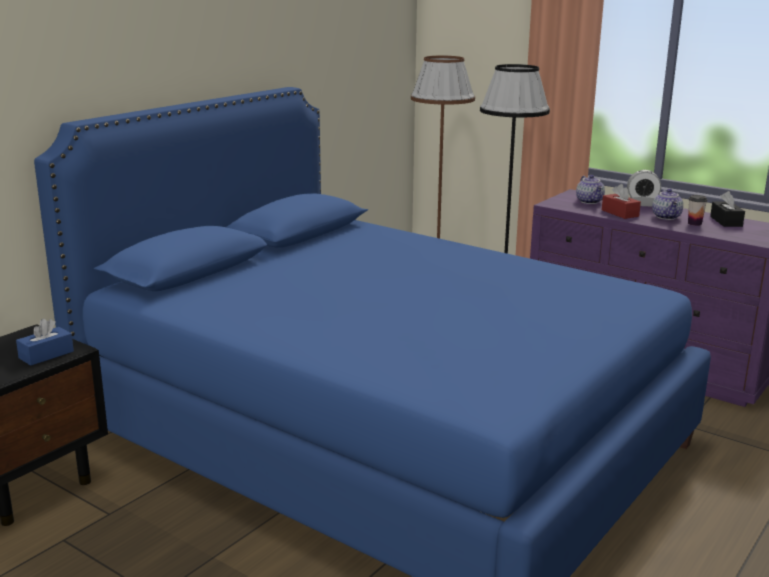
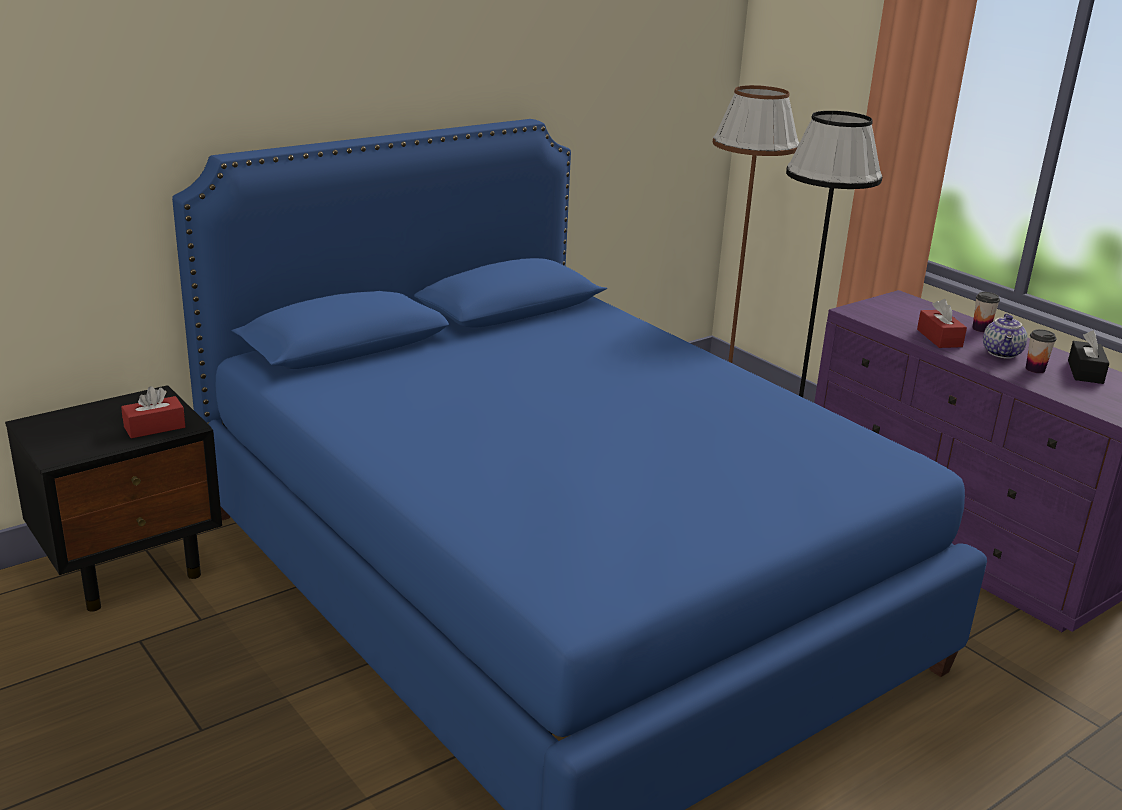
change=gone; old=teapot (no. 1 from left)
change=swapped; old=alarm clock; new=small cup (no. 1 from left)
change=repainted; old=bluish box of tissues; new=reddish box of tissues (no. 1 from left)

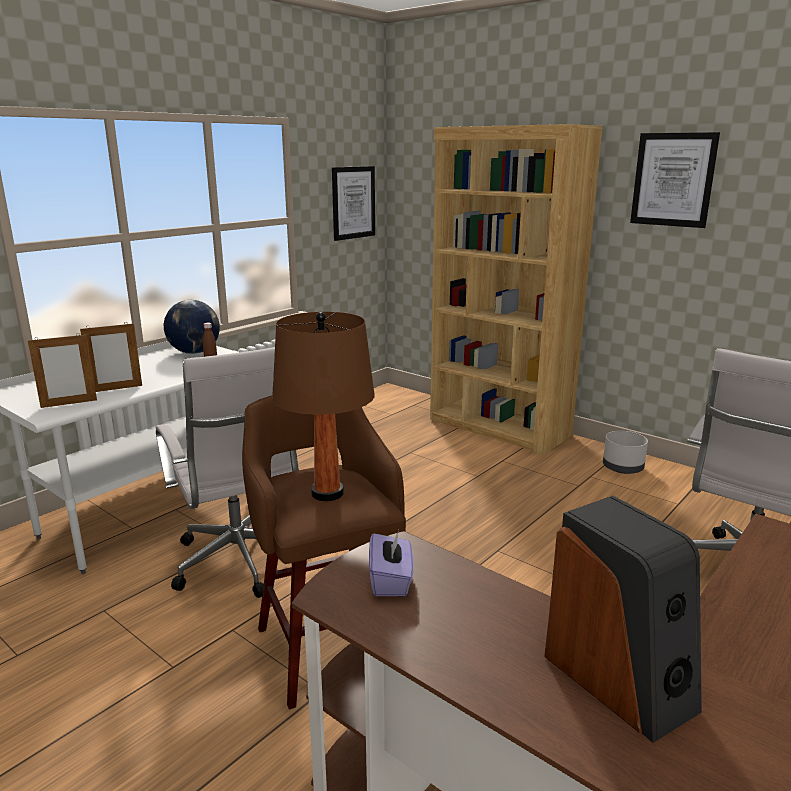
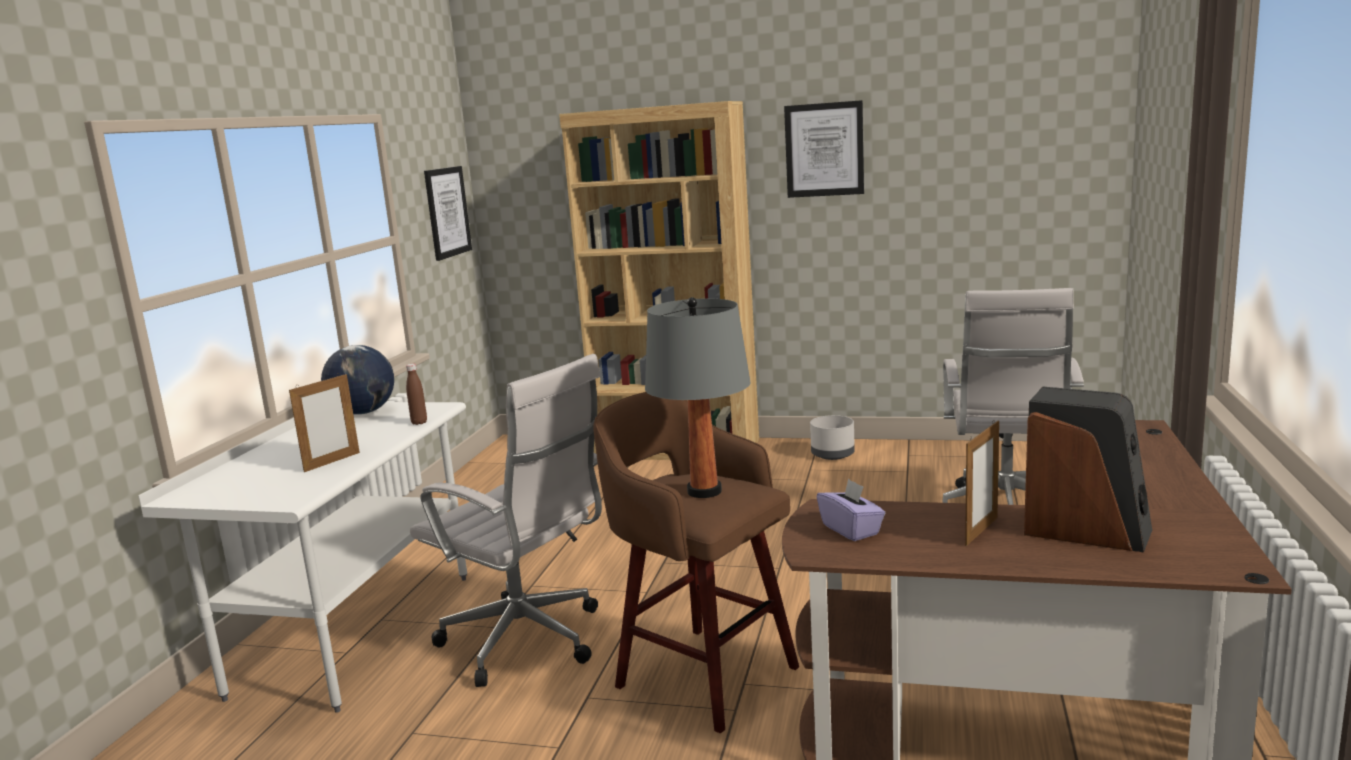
change=shifted; old=photo frame (no. 1 from left in the first image); new=photo frame (no. 2 from left)
change=repainted; old=brownish tabletop lamp; new=gray tabletop lamp

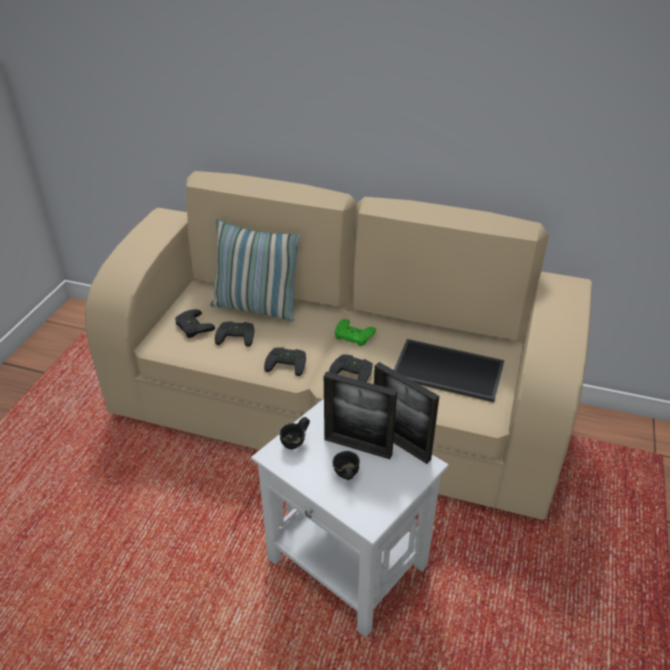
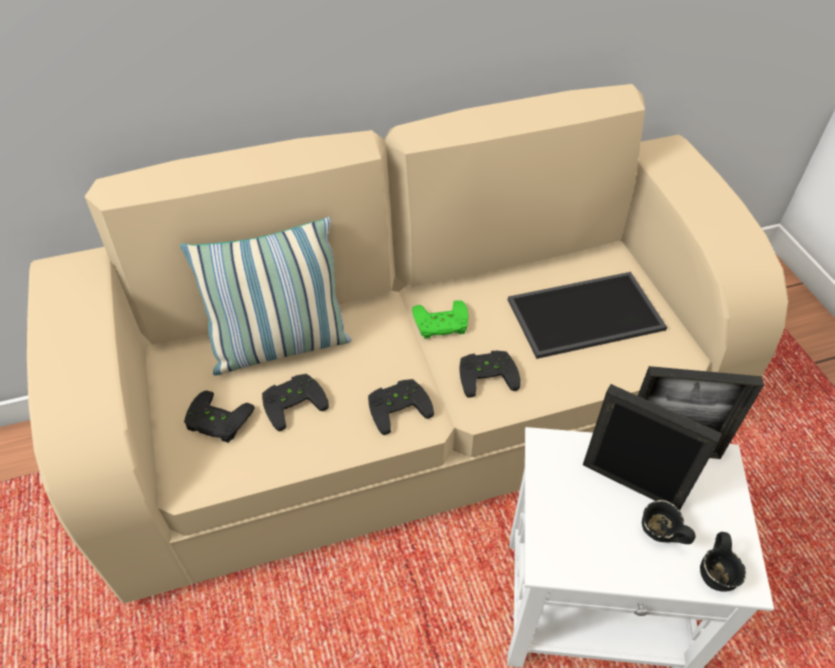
change=shifted; old=black-coloured mug (no. 1 from left in the first image); new=black-coloured mug (no. 2 from left)
change=rotated; old=photo frame (no. 1 from left); degrees=-135

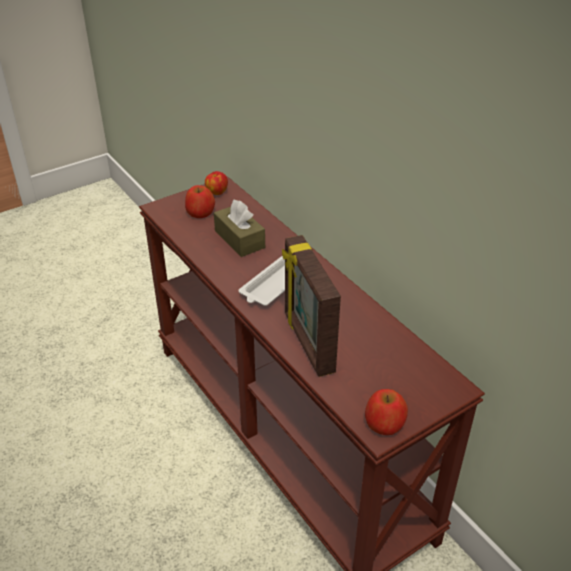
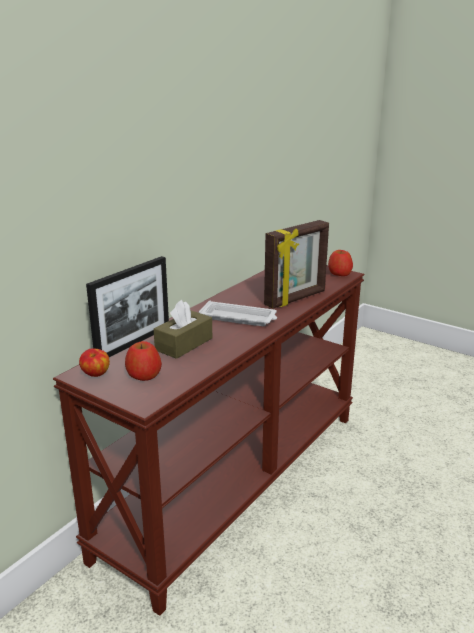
change=new; new=photo frame (no. 1 from left)

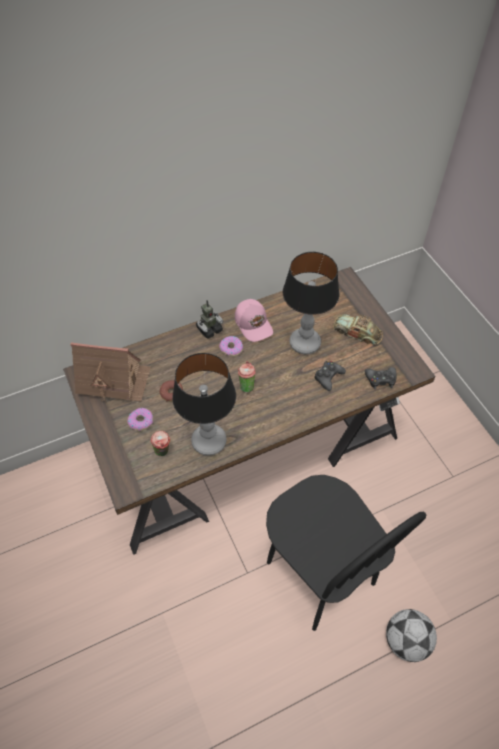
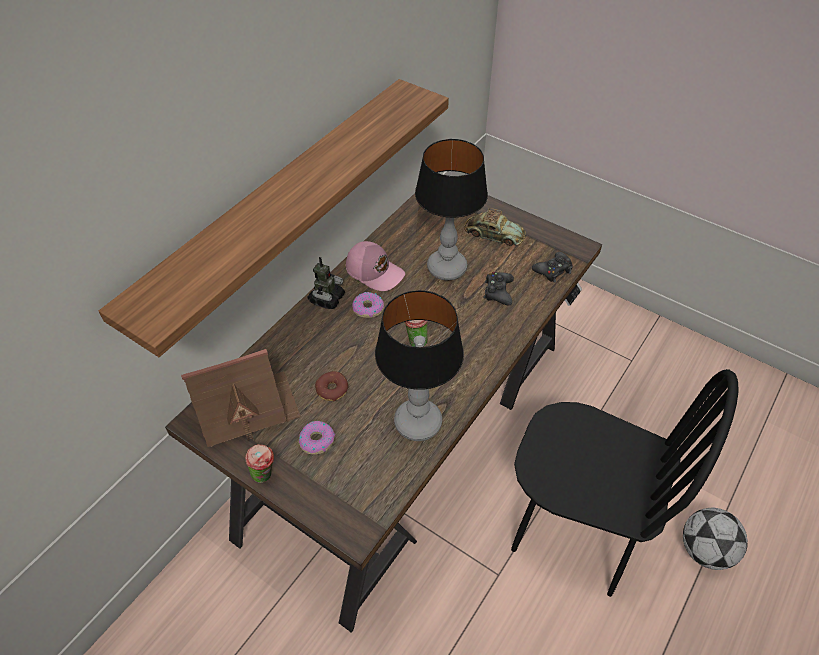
change=new; new=shelf
change=shifted; old=small cup (no. 1 from left)
change=rotated; old=toy car; degrees=-150

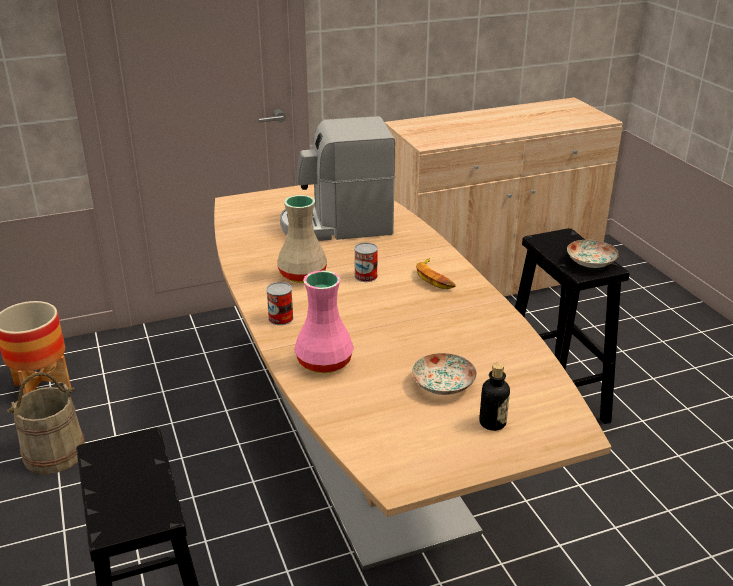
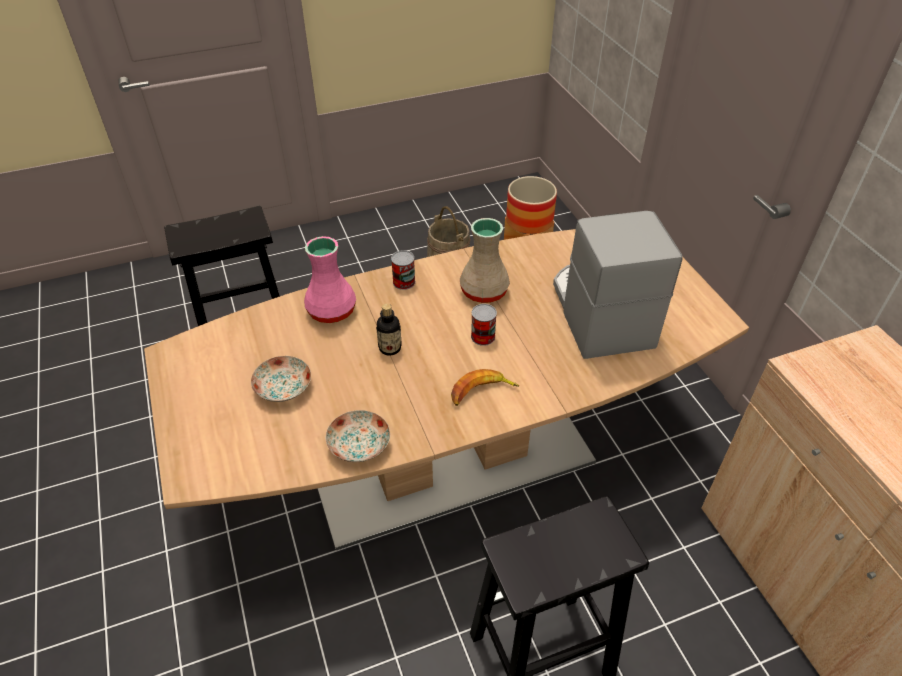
change=shifted; old=drink bottle
change=shifted; old=flat dish (no. 2 from left)

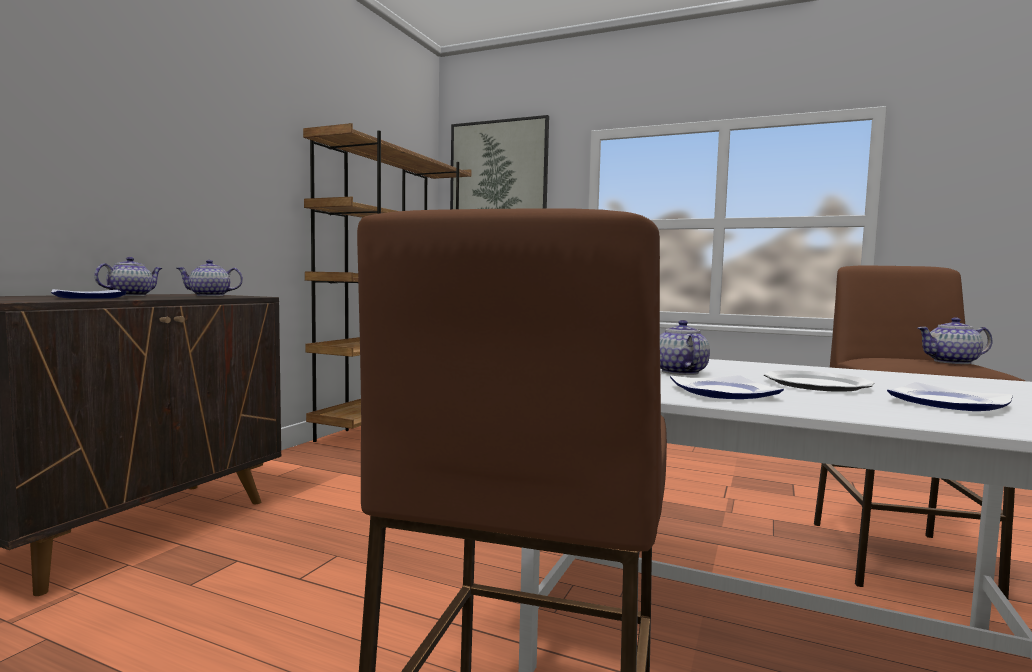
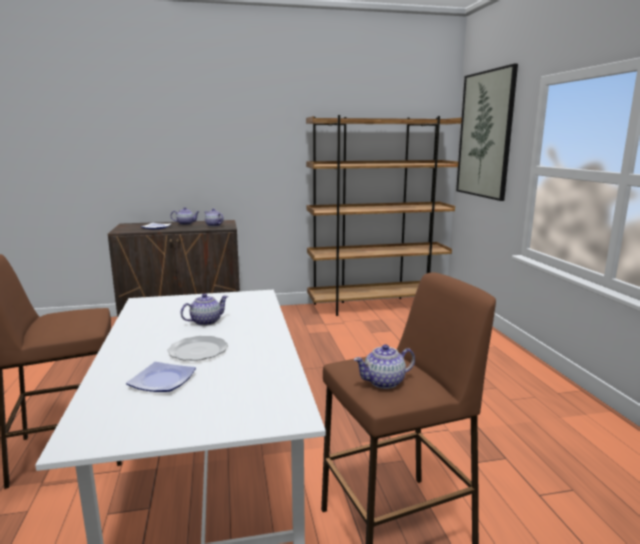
change=gone; old=flat dish (no. 2 from left)
change=rotated; old=teapot (no. 4 from left); degrees=-75

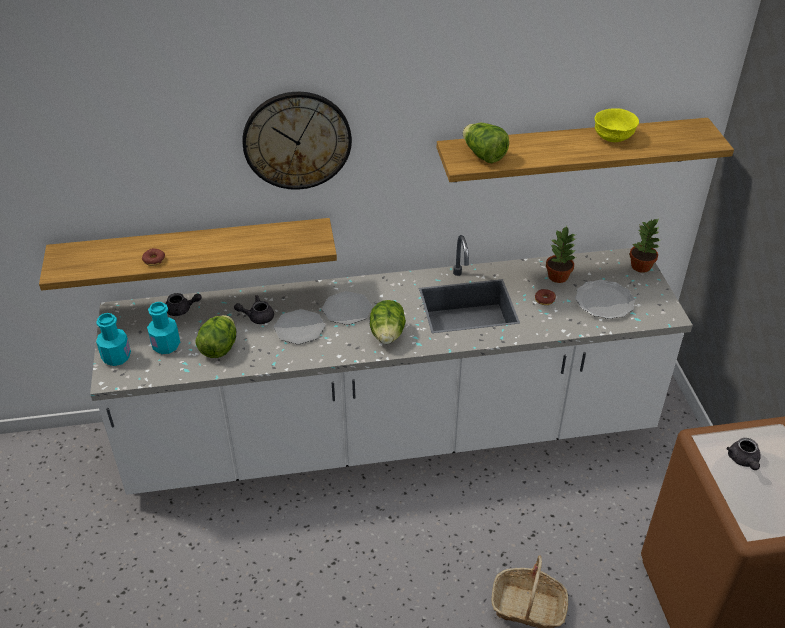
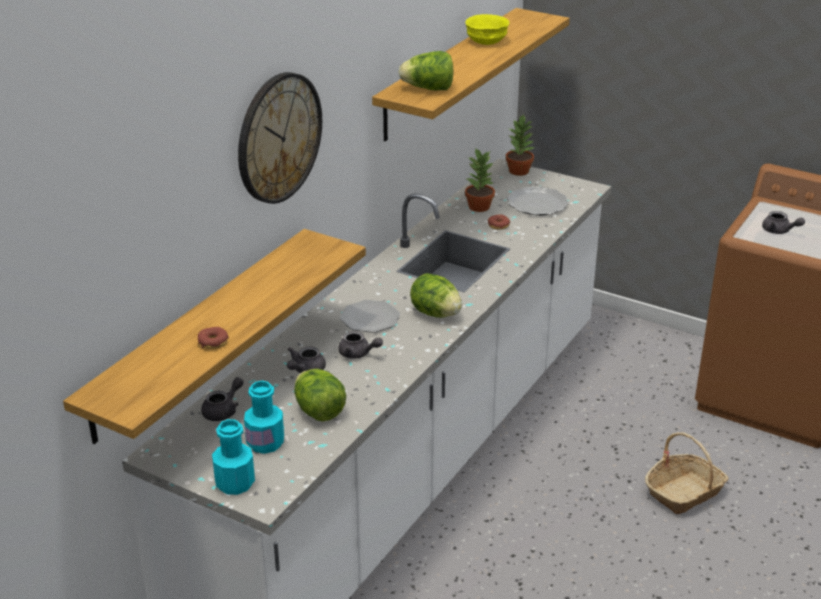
change=swapped; old=flat dish (no. 1 from left); new=gray teapot (no. 3 from left)

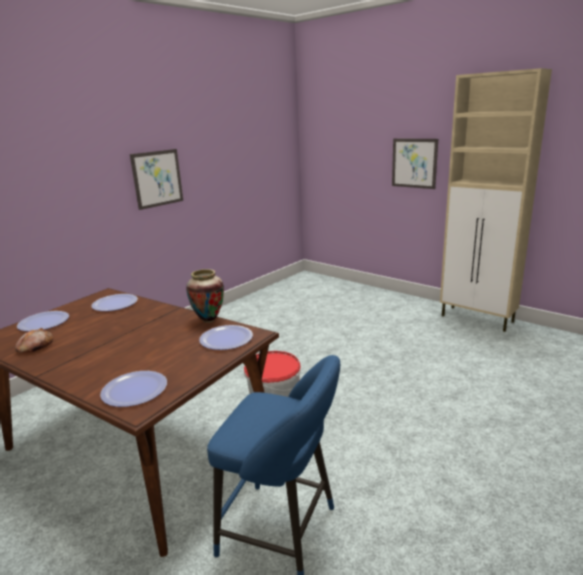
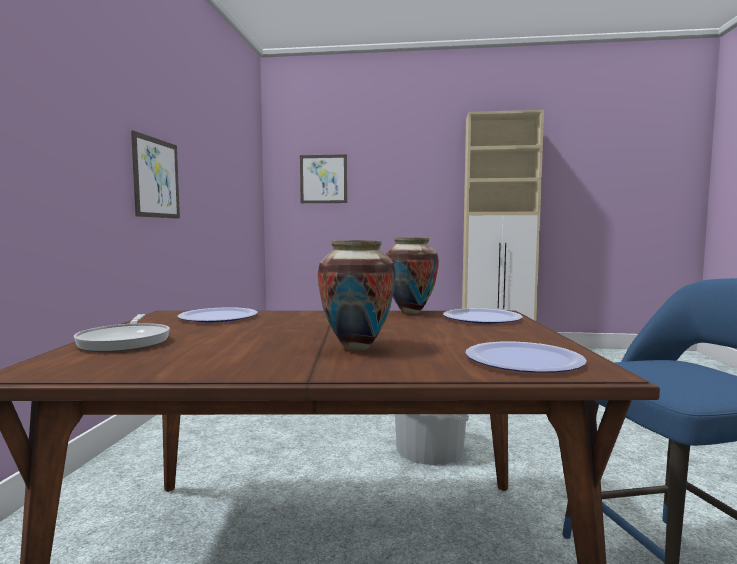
change=gone; old=bread
change=new; new=vase (no. 1 from left)
change=shifted; old=wall art (no. 2 from left)
change=swapped; old=flat dish (no. 1 from left); new=skillet

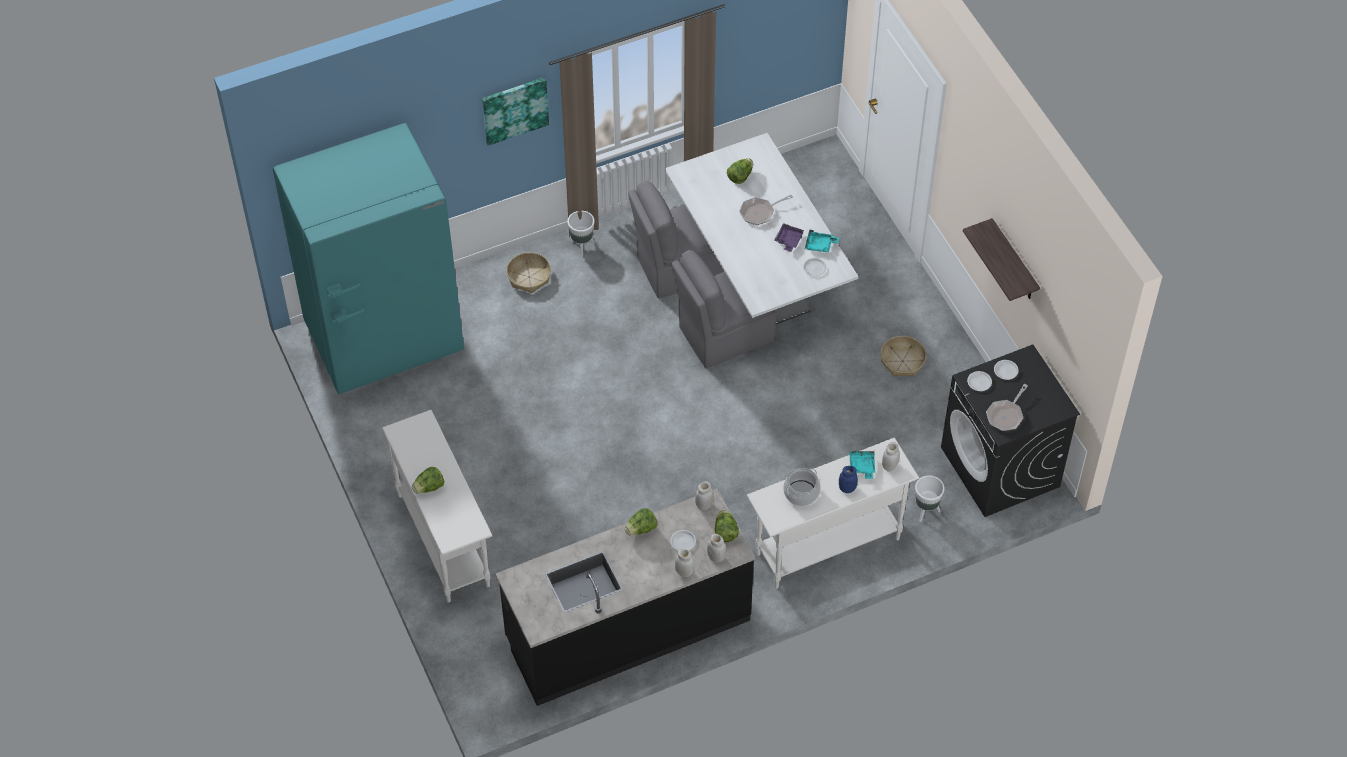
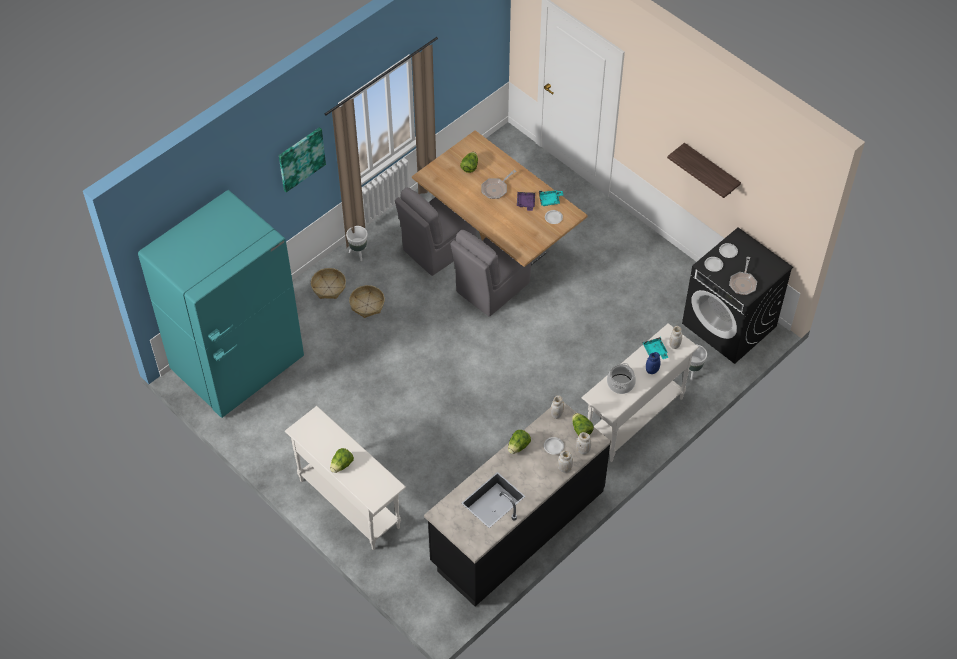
change=shifted; old=basket (no. 2 from left)
change=repainted; old=white-coloured dining table; new=brownish dining table

